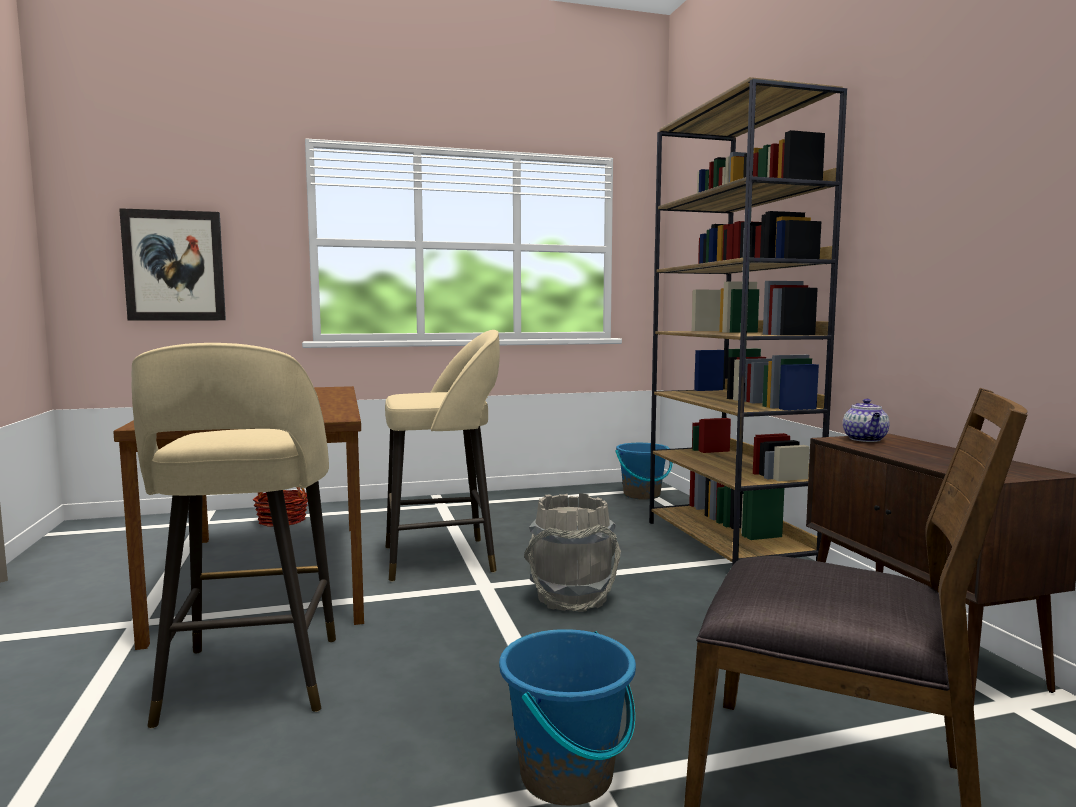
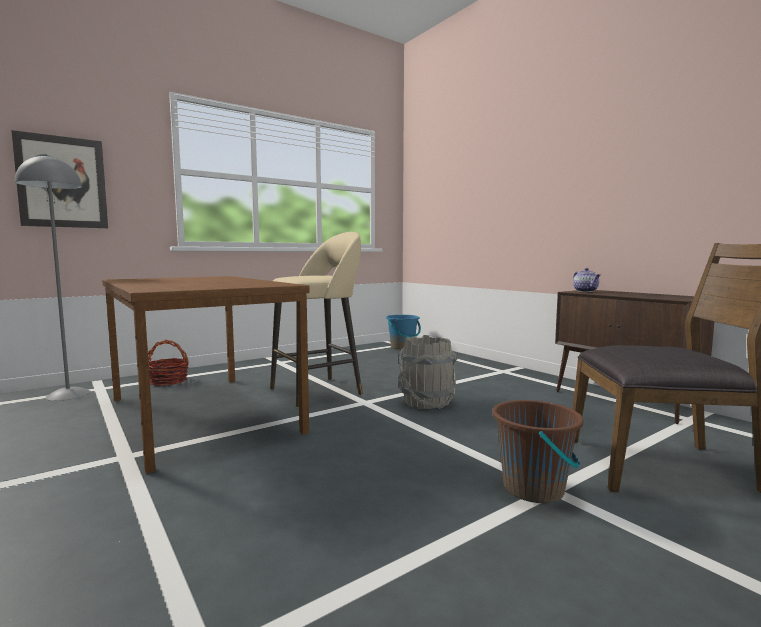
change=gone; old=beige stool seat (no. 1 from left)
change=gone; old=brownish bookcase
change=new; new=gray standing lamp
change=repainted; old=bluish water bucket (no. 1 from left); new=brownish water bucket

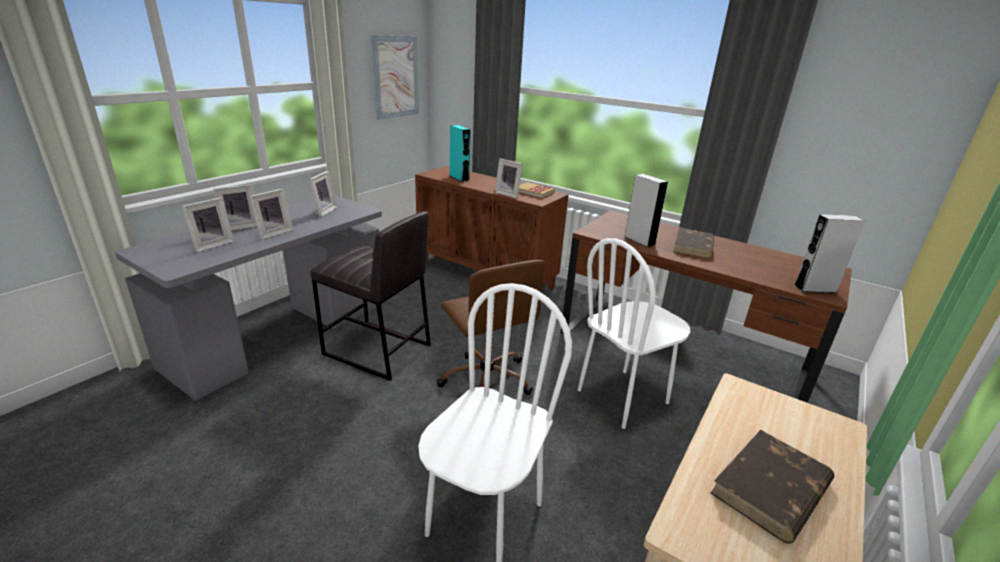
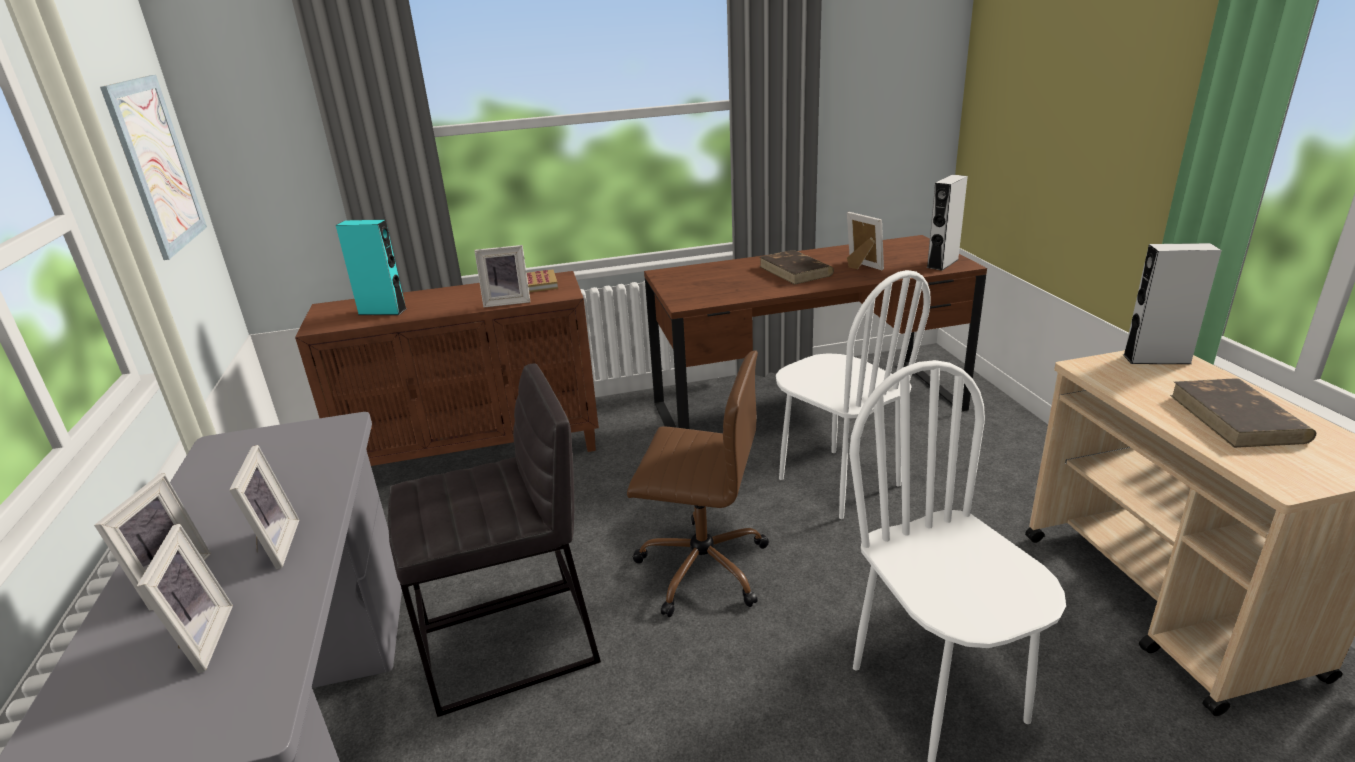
change=shifted; old=photo frame (no. 4 from left in the first image); new=photo frame (no. 5 from left)
change=shifted; old=gray audio speaker (no. 1 from left in the first image); new=gray audio speaker (no. 2 from left)
change=rotated; old=white-coloured chair (no. 2 from left in the first image); degrees=-45

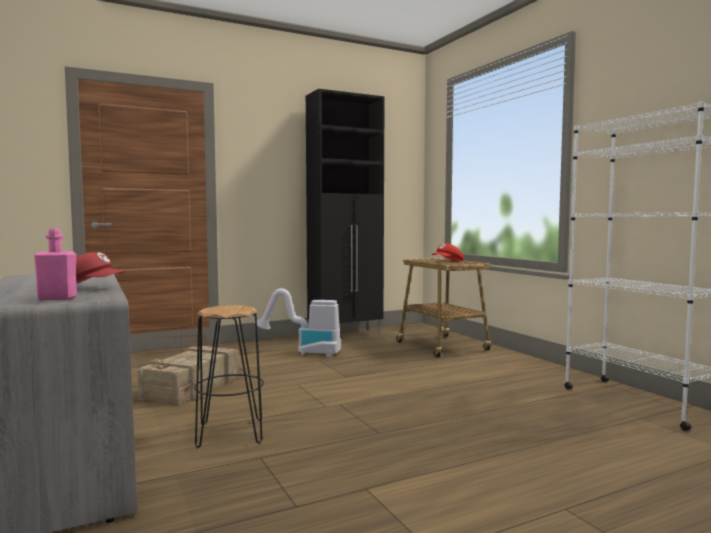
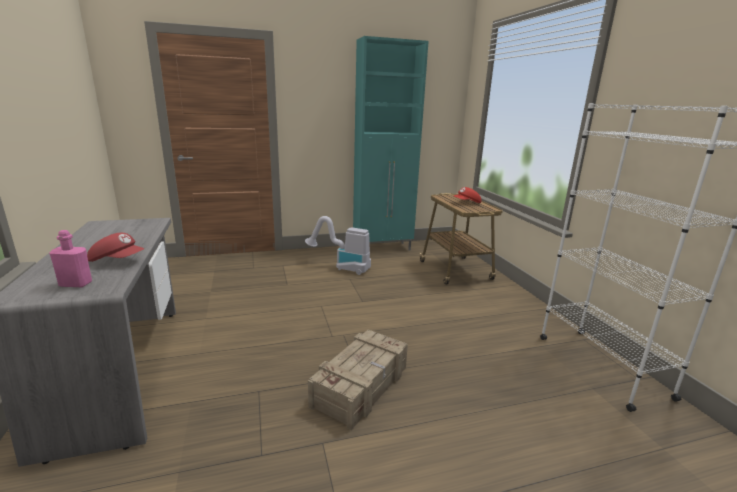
change=gone; old=black-coloured stool seat
change=shifted; old=packing crate
change=repainted; old=black-coloured storage cabinet; new=turquoise storage cabinet

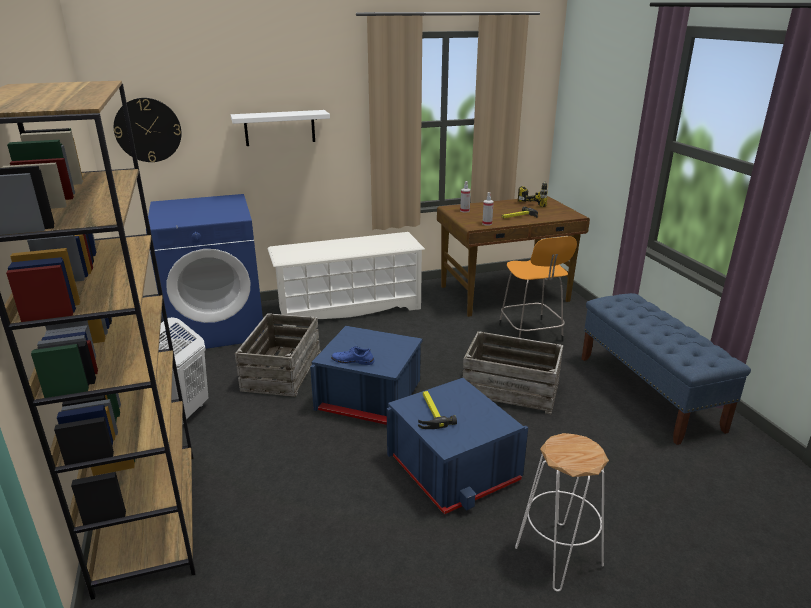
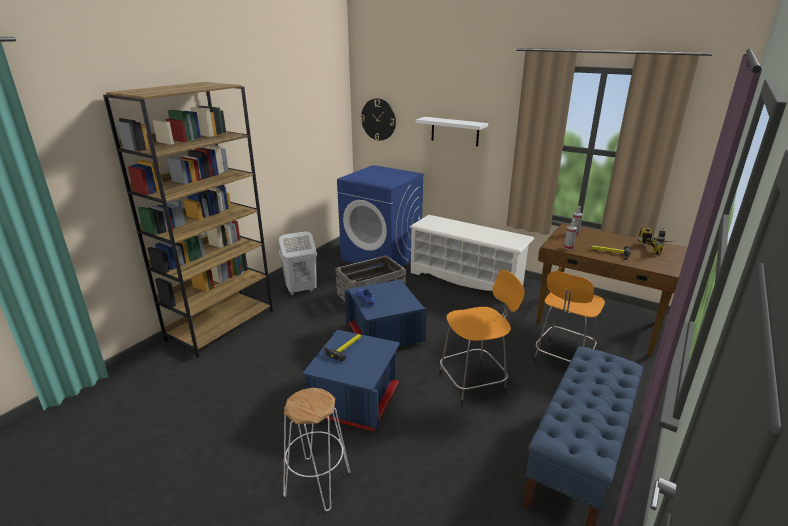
change=swapped; old=packing crate (no. 2 from left); new=orangey stool seat (no. 1 from left)

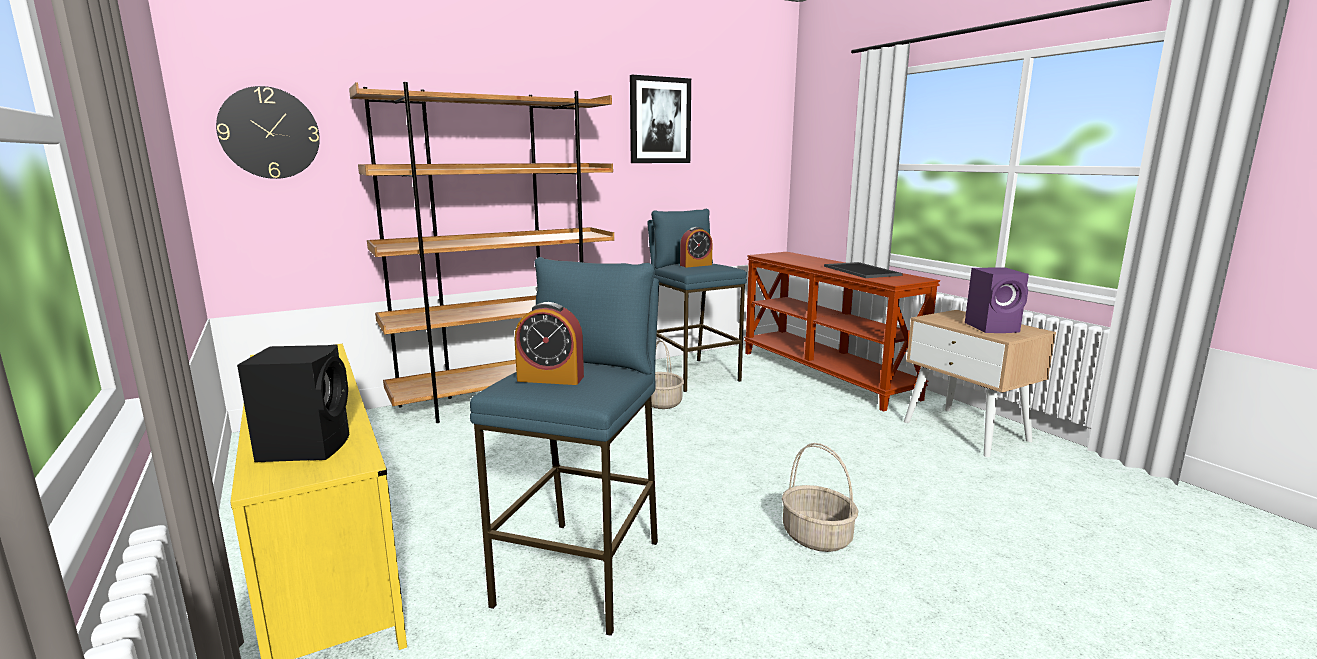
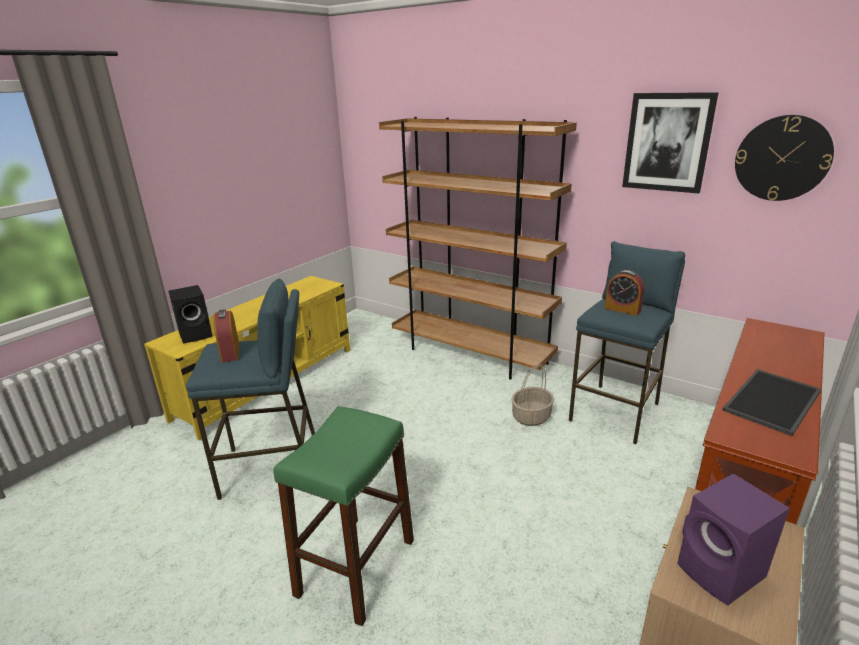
change=shifted; old=clock on the wall
change=swapped; old=basket (no. 2 from left); new=green stool seat

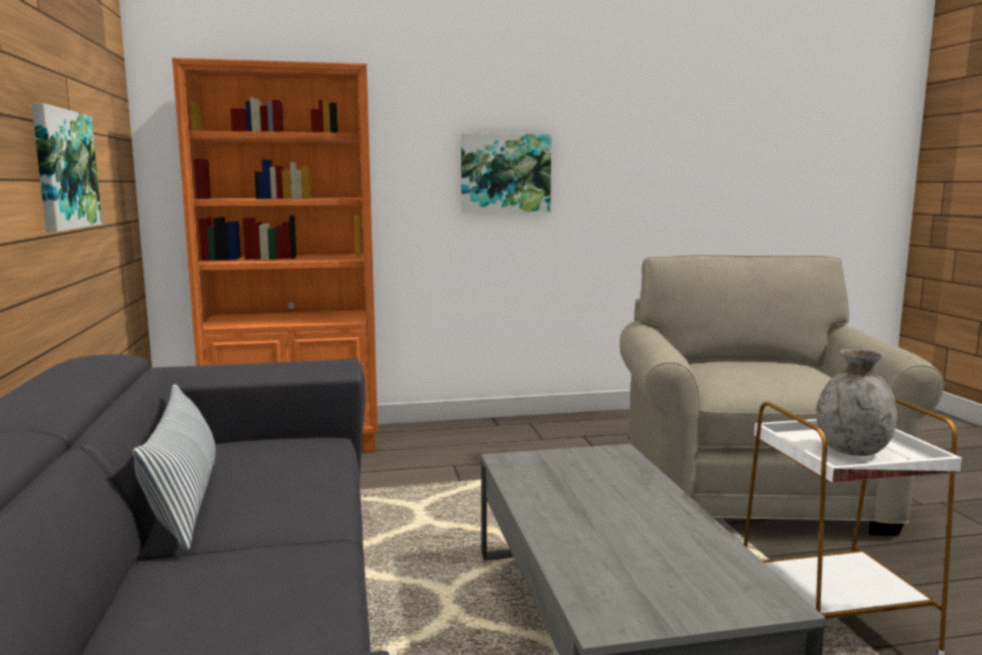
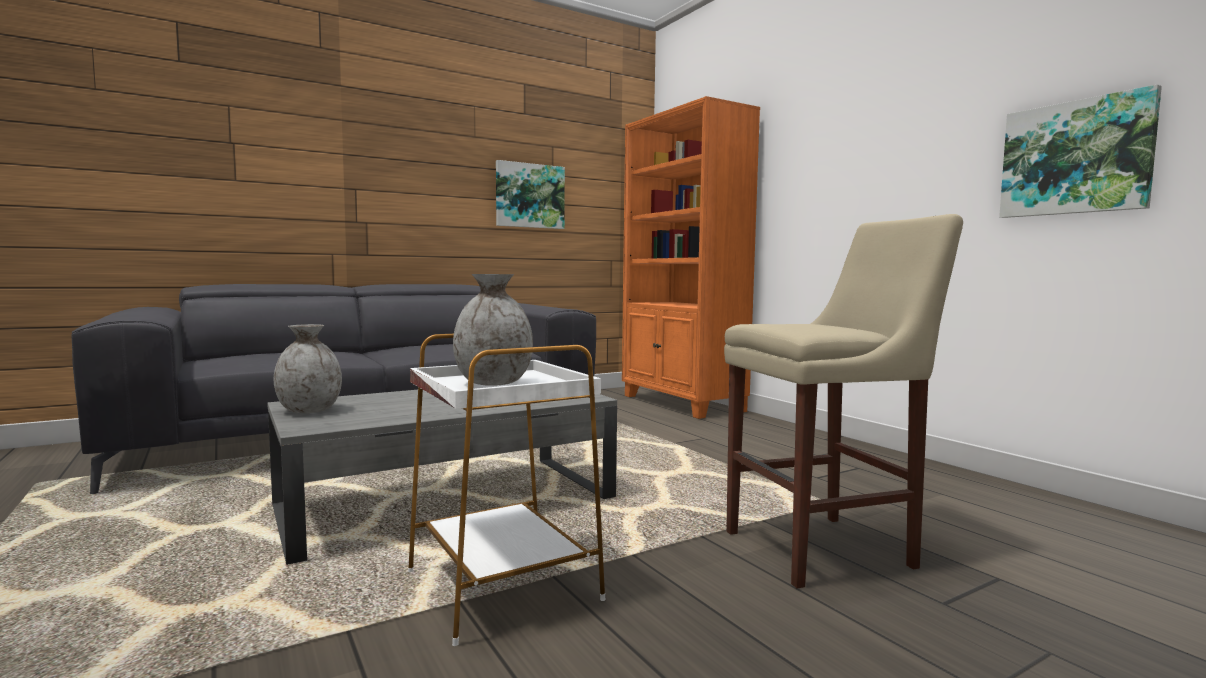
change=gone; old=pillow
change=new; new=gray vase (no. 1 from left)
change=shifted; old=wall art (no. 2 from left)
change=swapped; old=beige armchair; new=beige stool seat

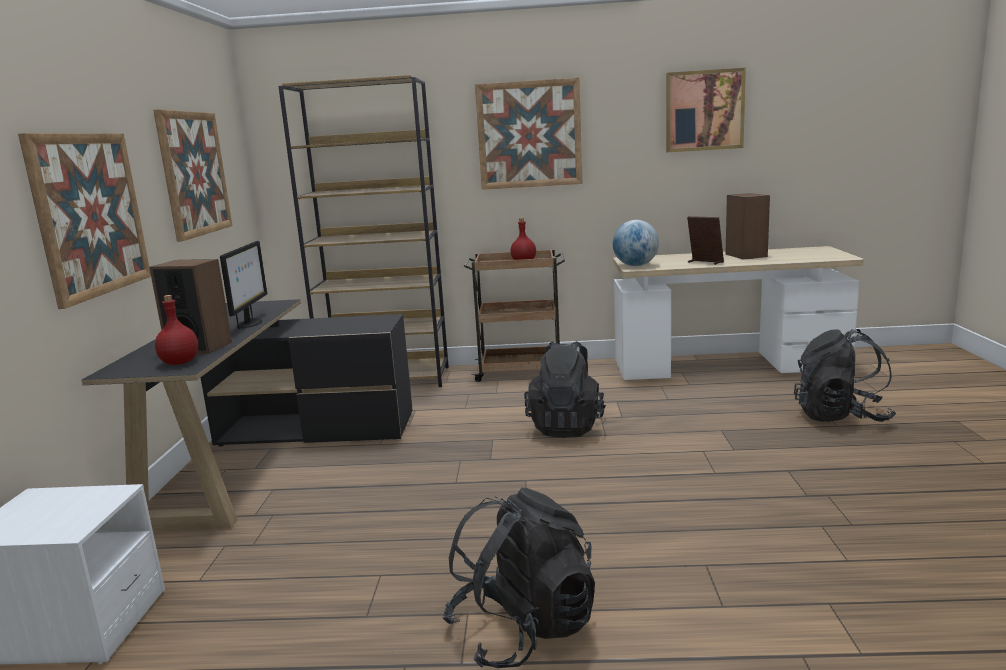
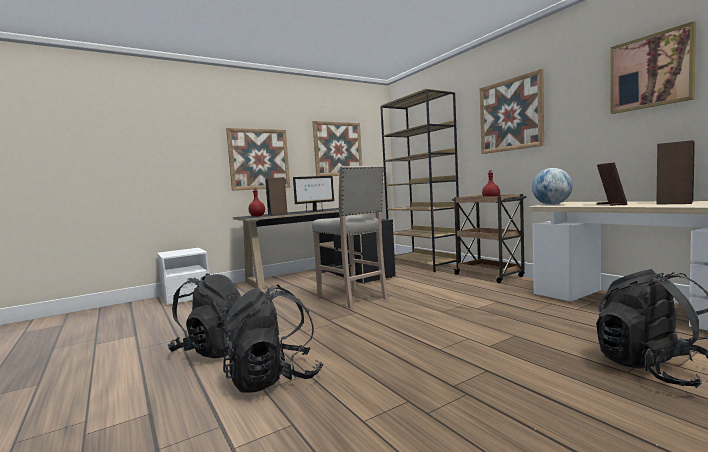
change=new; new=beige stool seat
change=shifted; old=black-coloured backpack (no. 2 from left)

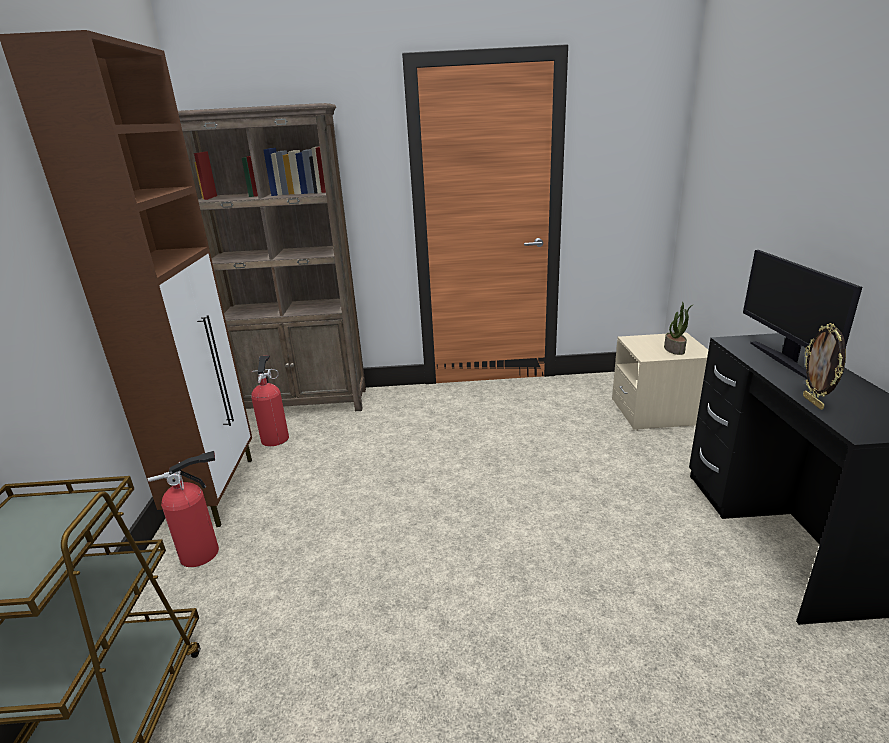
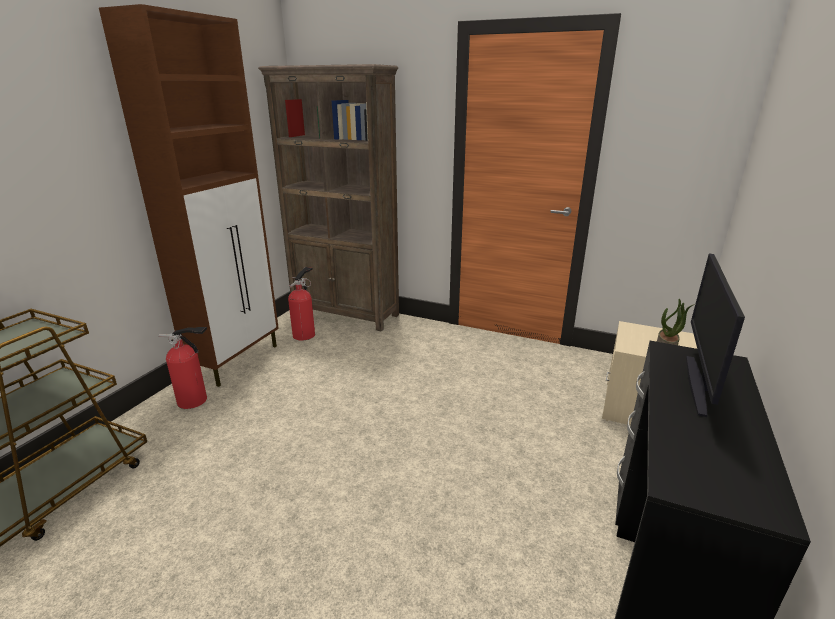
change=gone; old=photo frame

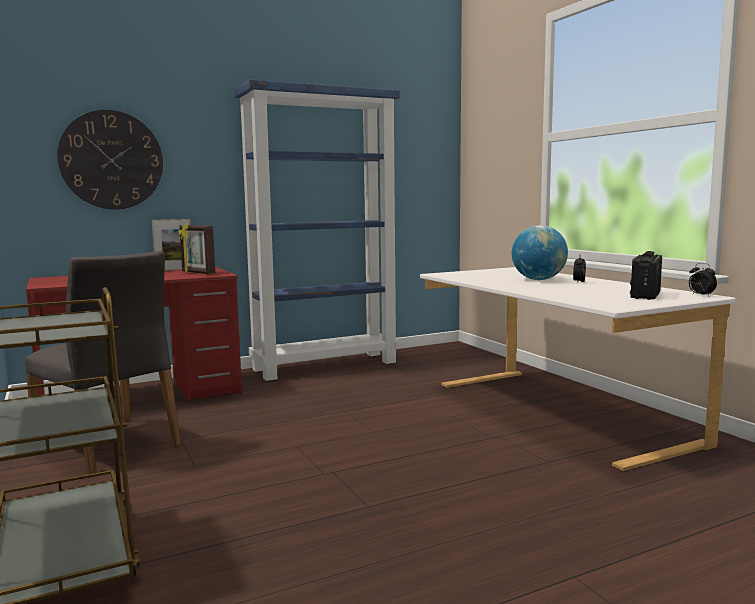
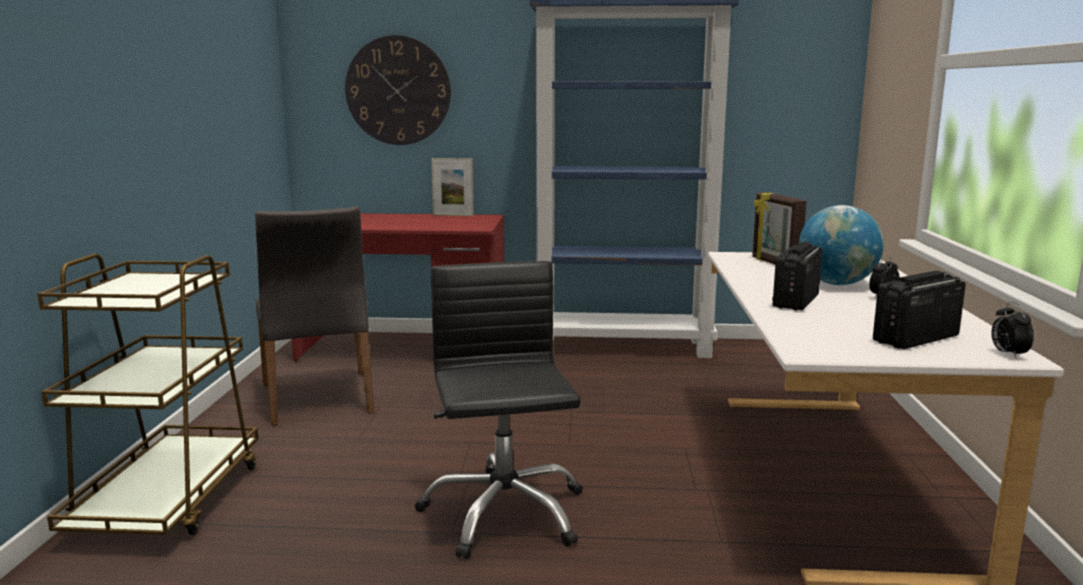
change=new; new=black-coloured desk chair
change=new; new=radio set (no. 1 from left)
change=shifted; old=photo frame (no. 2 from left)

